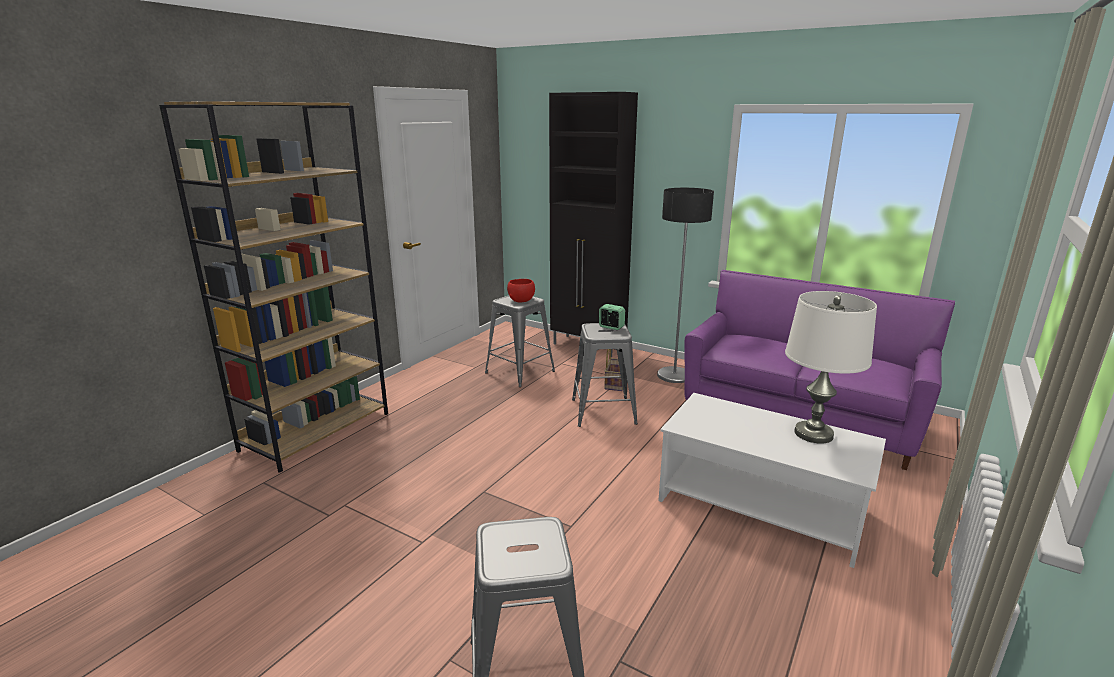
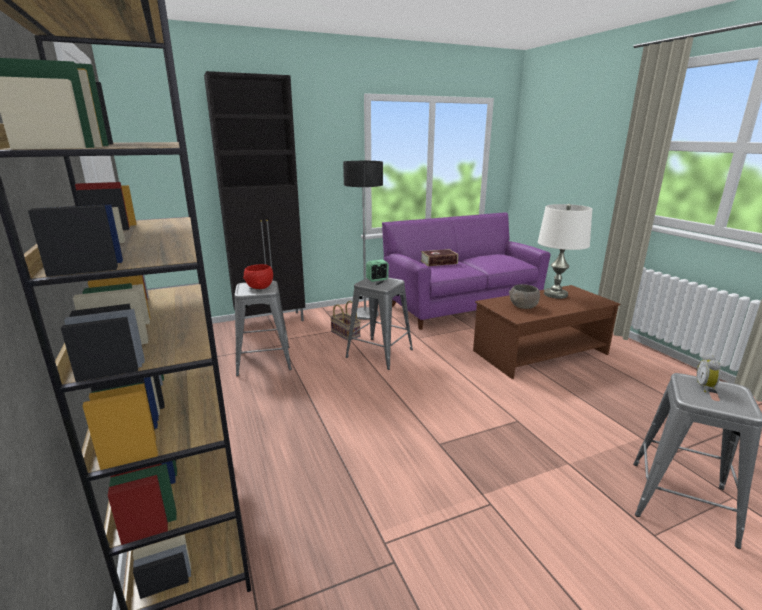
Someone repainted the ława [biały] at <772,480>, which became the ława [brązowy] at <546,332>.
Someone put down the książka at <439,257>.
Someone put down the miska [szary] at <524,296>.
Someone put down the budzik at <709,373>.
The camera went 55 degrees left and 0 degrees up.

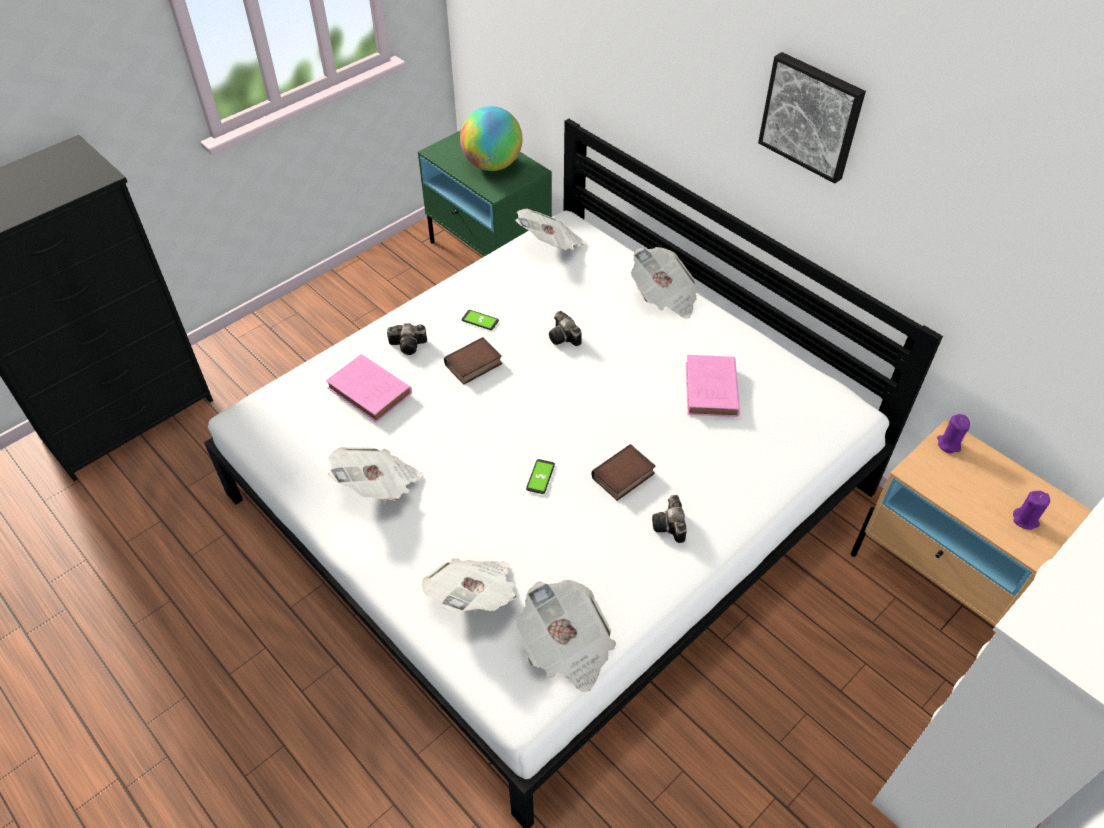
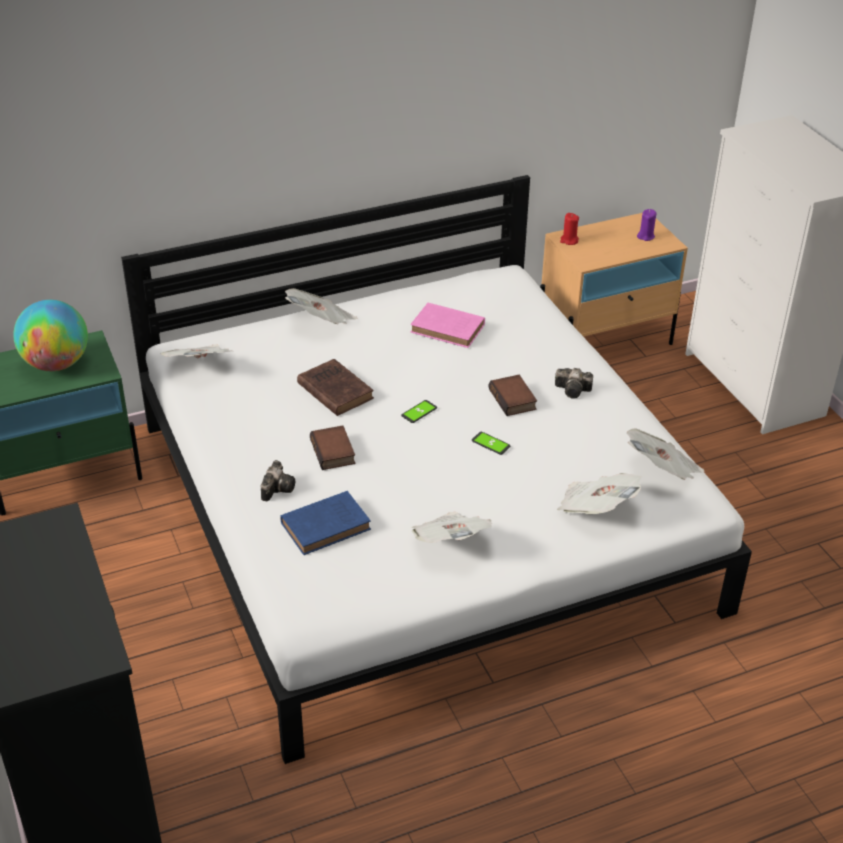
Someone took away the obraz at <812,118>.
Someone carried the telefon from <480,320> to <419,411>.
Someone swapped the aparat fotograficzny at <565,328> for the książka [brązowy] at <335,387>.
Someone repainted the książka [różowy] at <369,388>, which became the książka [niebieski] at <325,523>.
Someone repainted the świeca [fioletowy] at <953,433>, which became the świeca [czerwony] at <569,229>.
The camera went 70 degrees left and 10 degrees down.

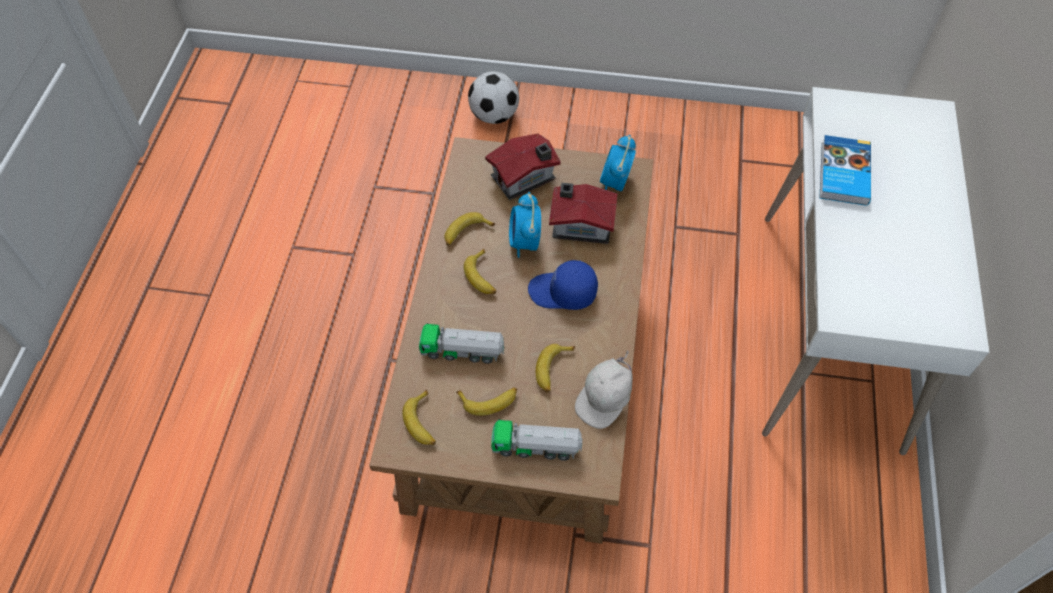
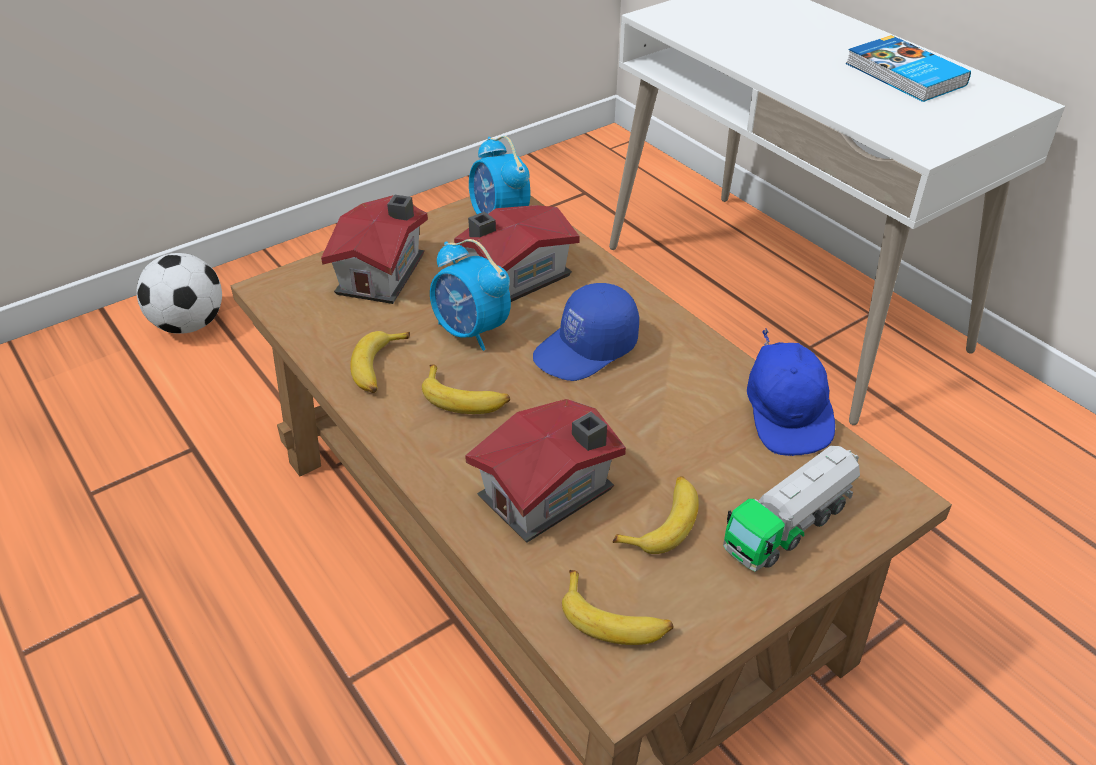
Someone carried the książka from <845,170> to <908,68>.
Someone swapped the ciężarówka zabawkowa at <461,343> for the domek at <545,471>.
Someone took away the banan at <555,368>.
Someone repainted the czapka z daszkiem [biały] at <604,389>, which became the czapka z daszkiem [niebieski] at <791,392>.
The camera went 45 degrees left and 15 degrees down.

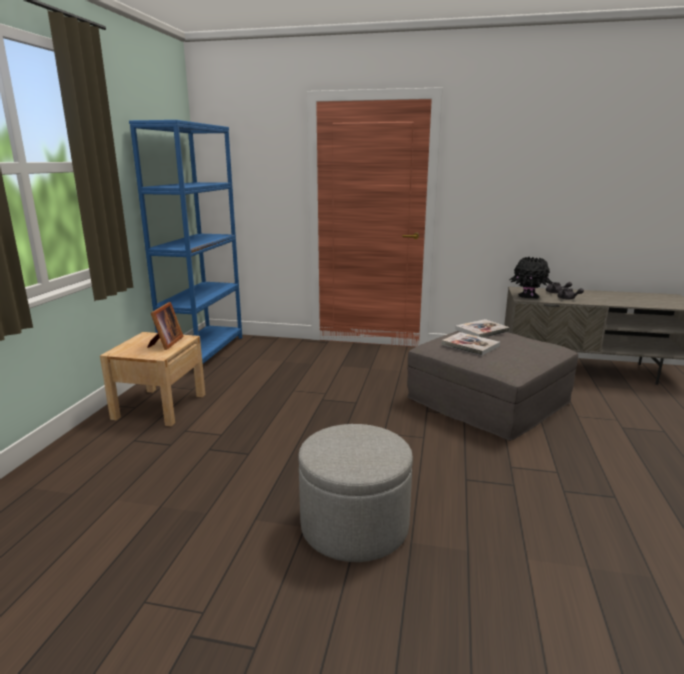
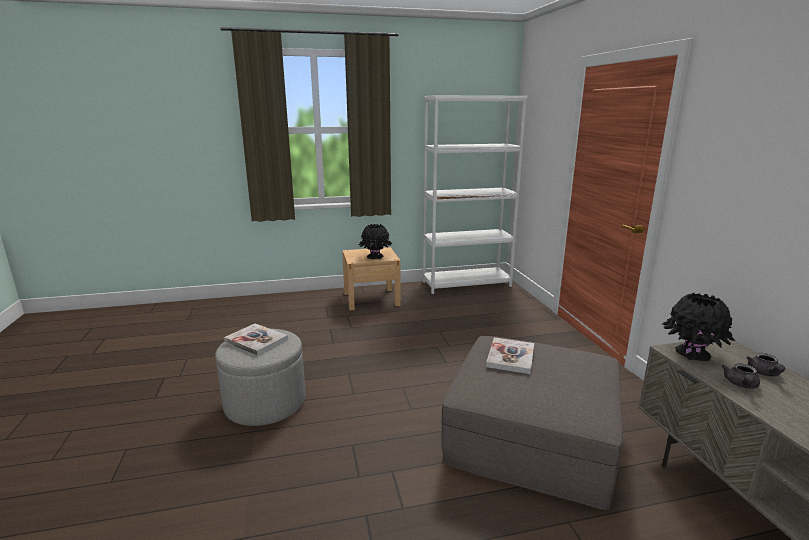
Someone repainted the regał [niebieski] at <185,242>, which became the regał [biały] at <475,194>.
Someone swapped the ramka na zdjęcie at <165,326> for the wazon [czarny] at <375,241>.
Someone carried the książka from <482,328> to <256,339>.
The camera went 65 degrees right and 0 degrees up.

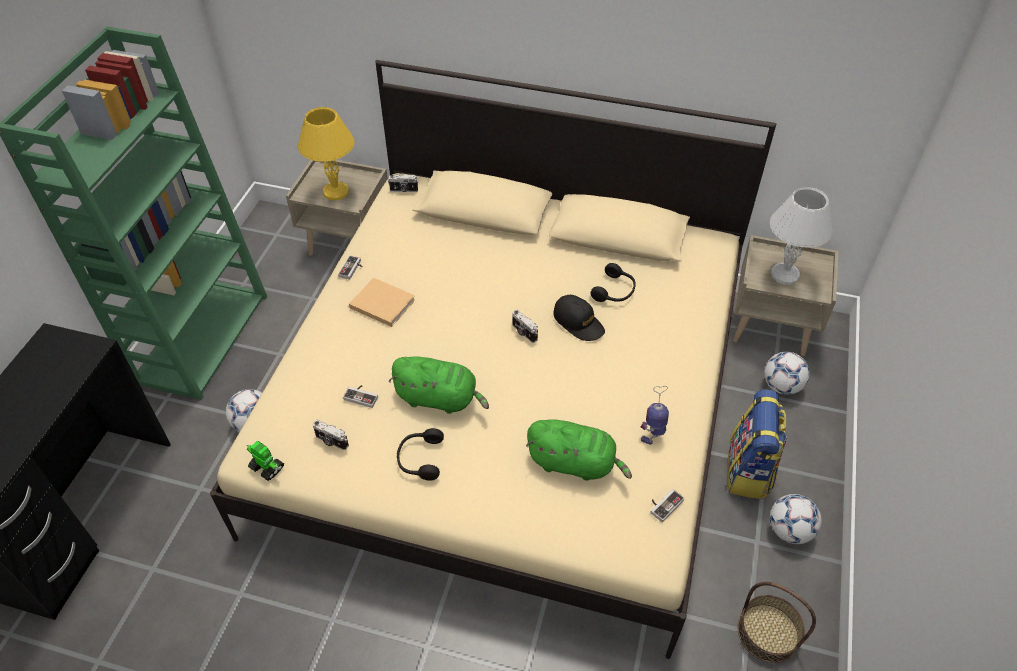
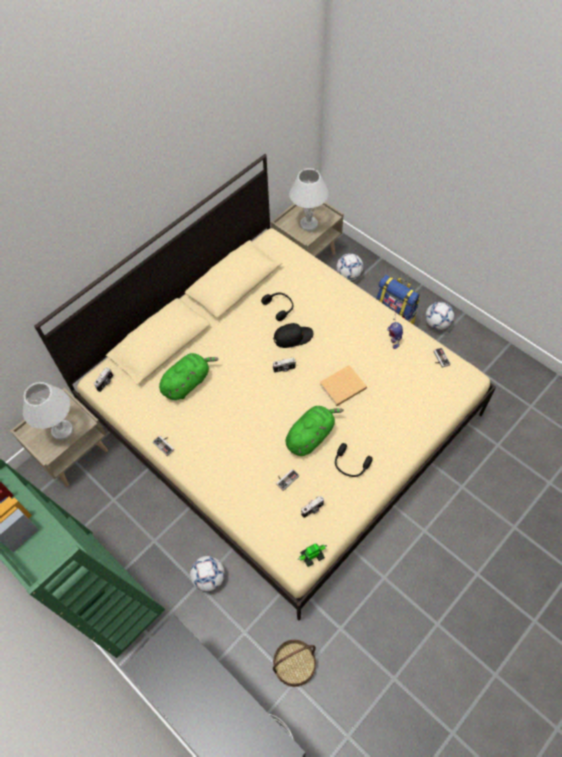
Someone repainted the lampa stołowa [żółty] at <326,153>, which became the lampa stołowa [biały] at <47,411>.
Someone carried the książka [beżowy] from <382,302> to <343,385>.
Someone carried the pluszak [zielony] from <579,450> to <189,376>.
Someone carried the koszyk from <777,622> to <294,663>.
The camera went 60 degrees left and 10 degrees up.

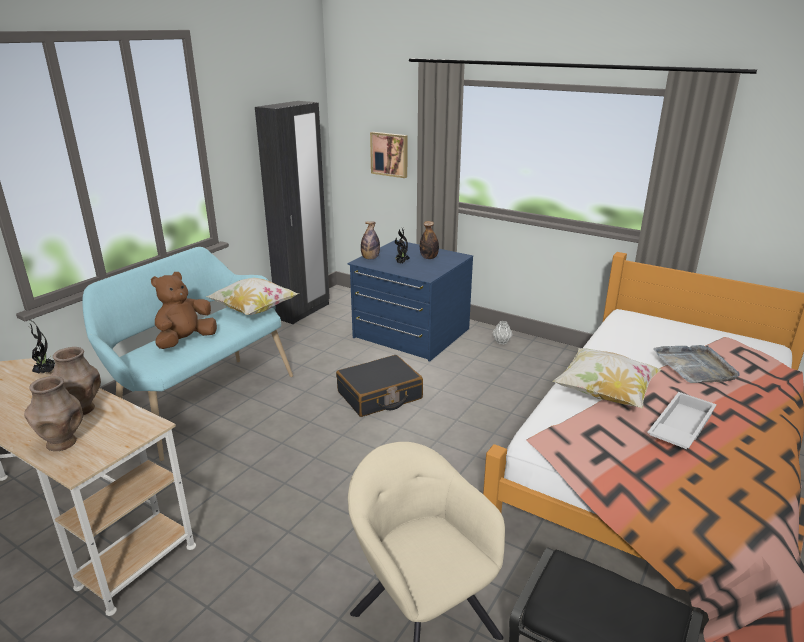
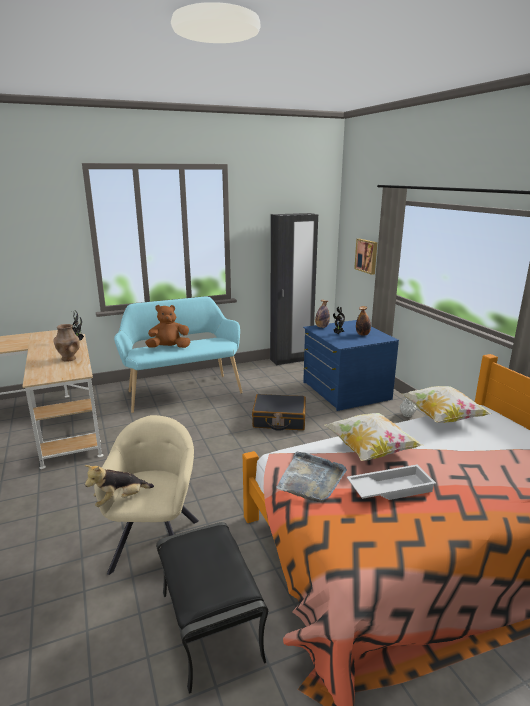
Someone carried the poduszka from <252,296> to <447,404>.
Someone carried the taca [szary] from <696,364> to <311,477>.
Someone took away the wazon [brązowy] at <53,413>.
Someone put down the pluszak at <119,486>.
The camera went 35 degrees right and 5 degrees down.

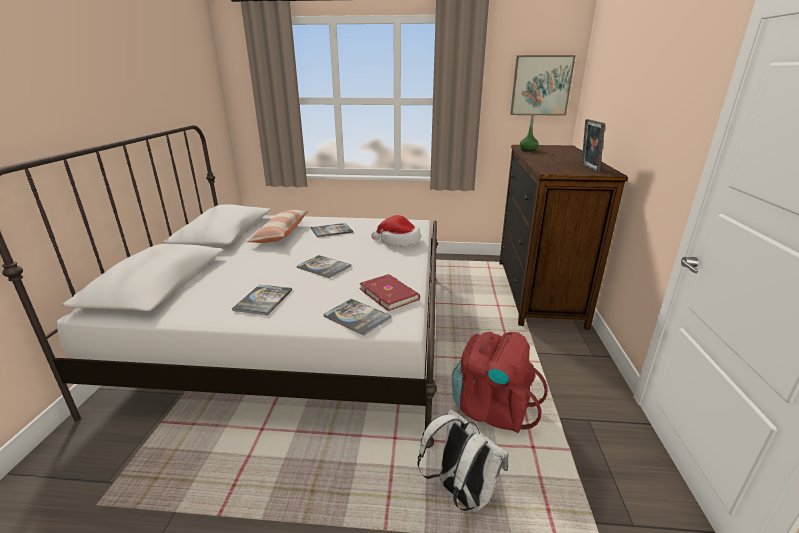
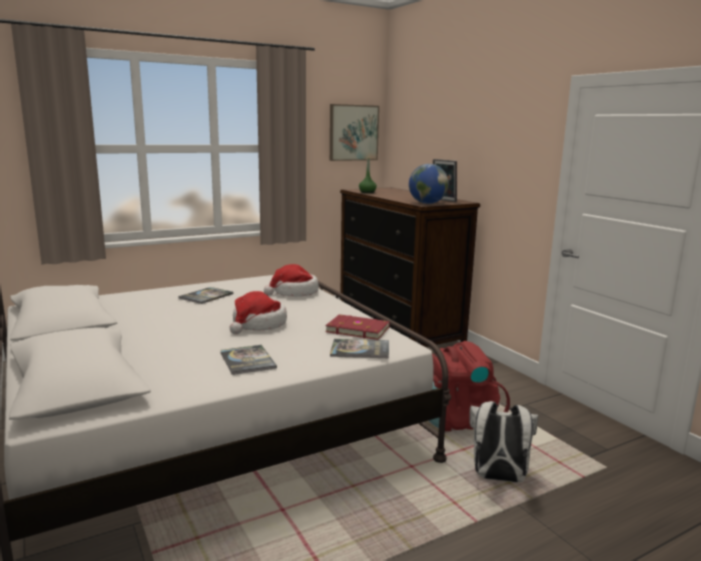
Someone took away the poduszka at <277,226>.
Someone swapped the książka at <324,266> for the kapelusz at <258,312>.
Someone put down the globus at <429,184>.
The camera went 35 degrees left and 10 degrees down.

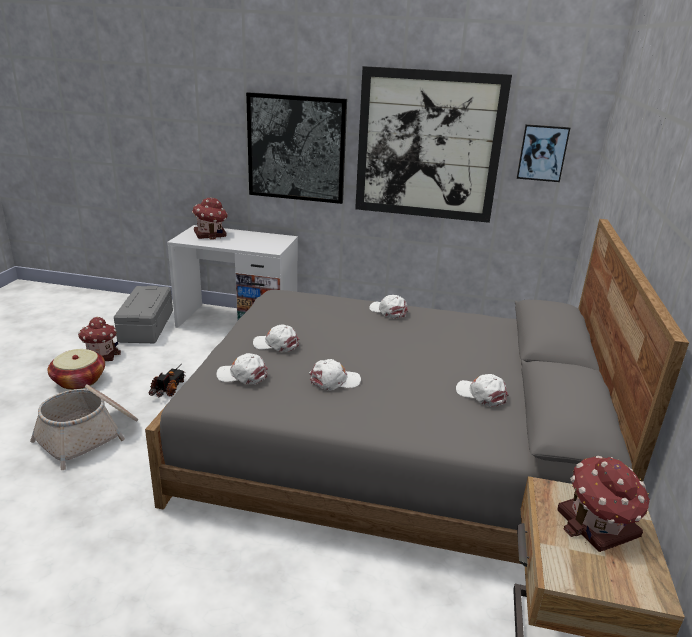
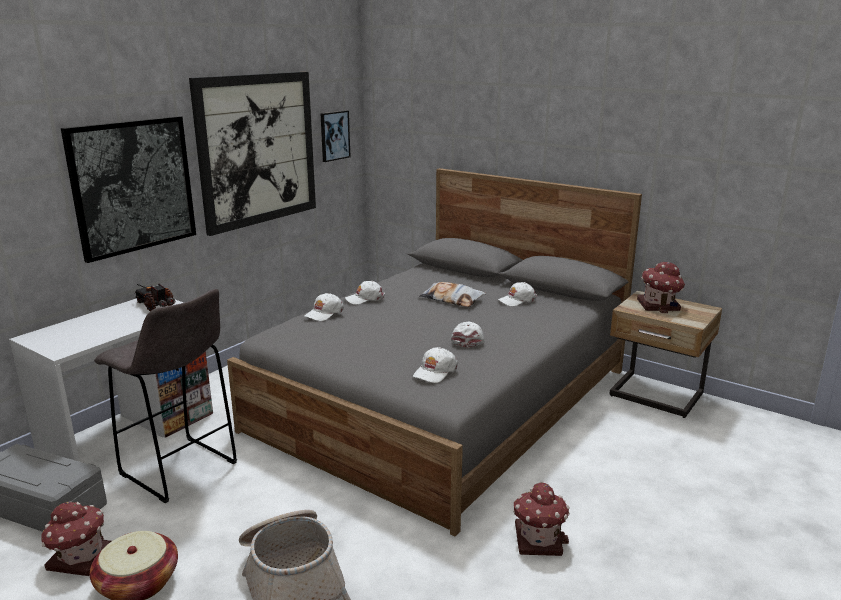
Someone carried the domek from <210,219> to <541,519>.
Someone carried the czapka z daszkiem [biały] from <276,338> to <324,307>.
Someone carried the ciężarówka zabawkowa from <167,380> to <154,297>.
Someone put down the poduszka at <452,294>.
Someone put down the stołek [szary] at <165,396>.
The camera went 65 degrees left and 5 degrees down.

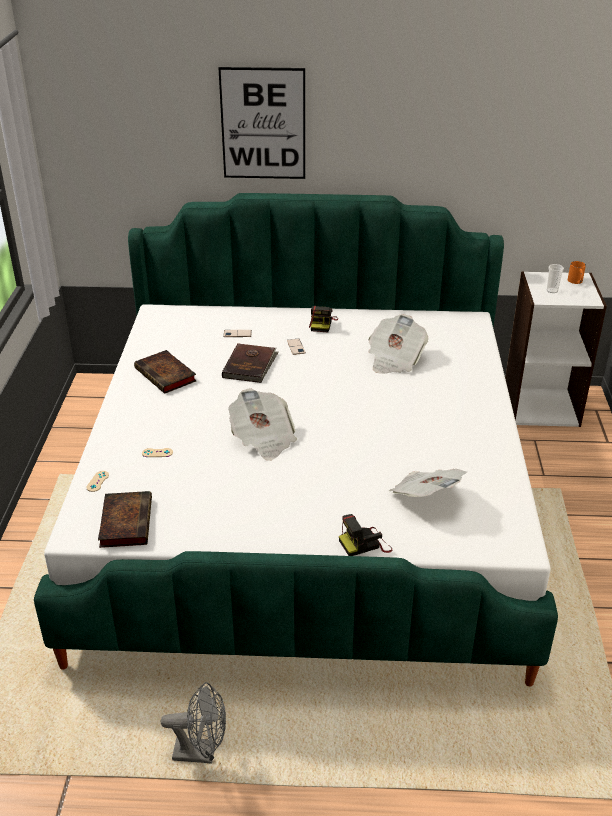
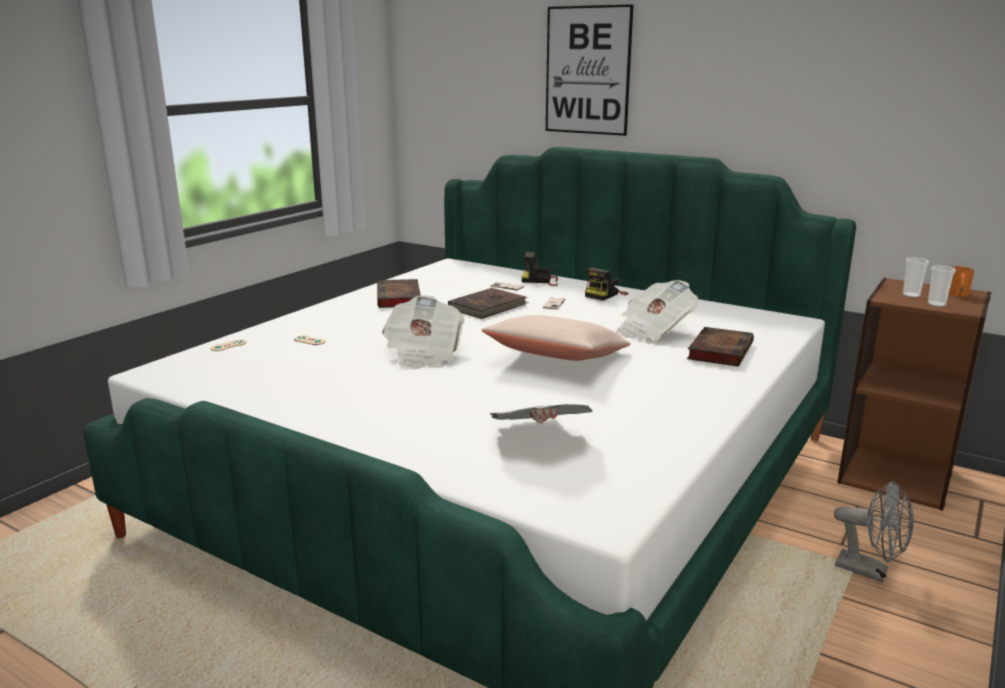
Someone repainted the regał [biały] at <556,349>, which became the regał [brązowy] at <914,394>.
Someone carried the książka from <125,519> to <720,347>.
Someone carried the aparat fotograficzny from <366,535> to <540,269>.
Someone carried the wentylator [szary] from <193,723> to <874,531>.
Someone put down the filiżanka at <942,286>.
Someone put down the poduszka [beżowy] at <556,338>.
The camera went 30 degrees right and 15 degrees down.

